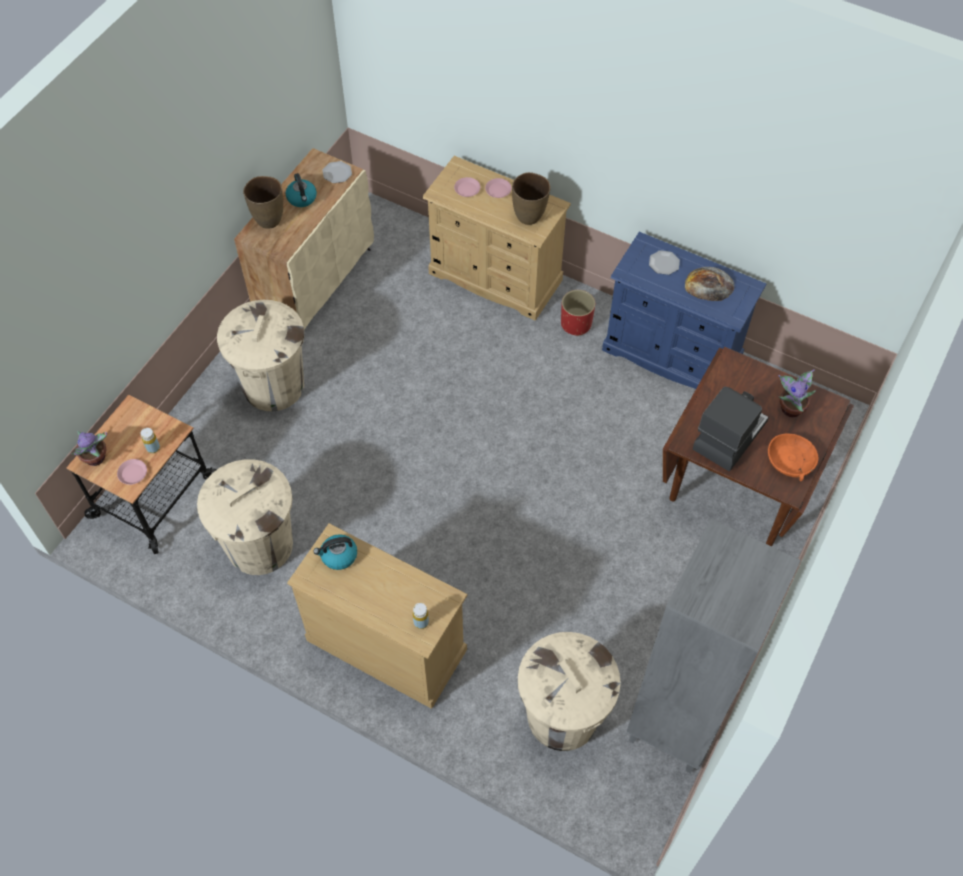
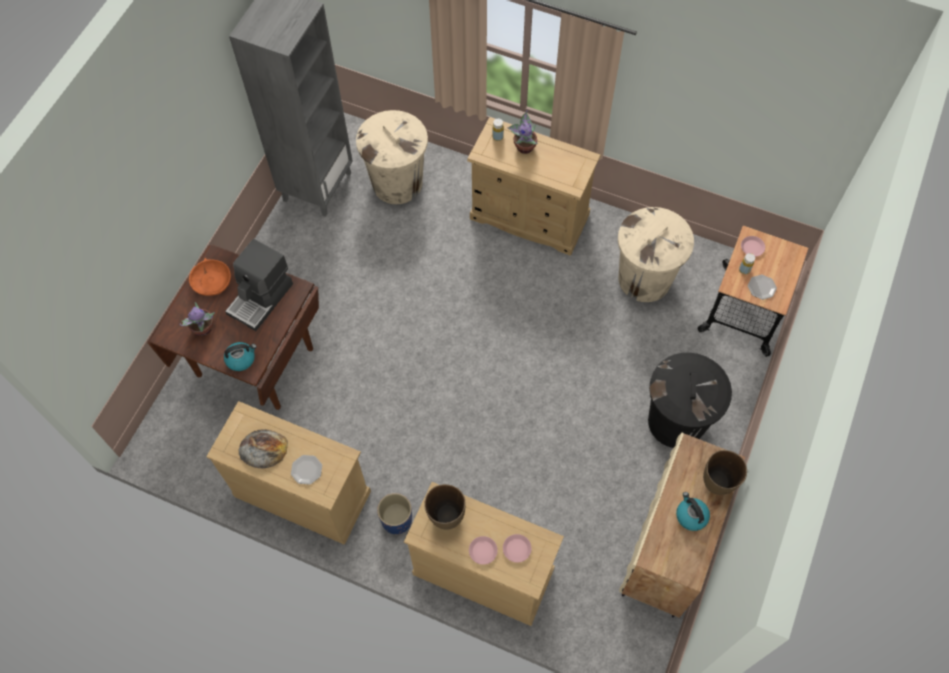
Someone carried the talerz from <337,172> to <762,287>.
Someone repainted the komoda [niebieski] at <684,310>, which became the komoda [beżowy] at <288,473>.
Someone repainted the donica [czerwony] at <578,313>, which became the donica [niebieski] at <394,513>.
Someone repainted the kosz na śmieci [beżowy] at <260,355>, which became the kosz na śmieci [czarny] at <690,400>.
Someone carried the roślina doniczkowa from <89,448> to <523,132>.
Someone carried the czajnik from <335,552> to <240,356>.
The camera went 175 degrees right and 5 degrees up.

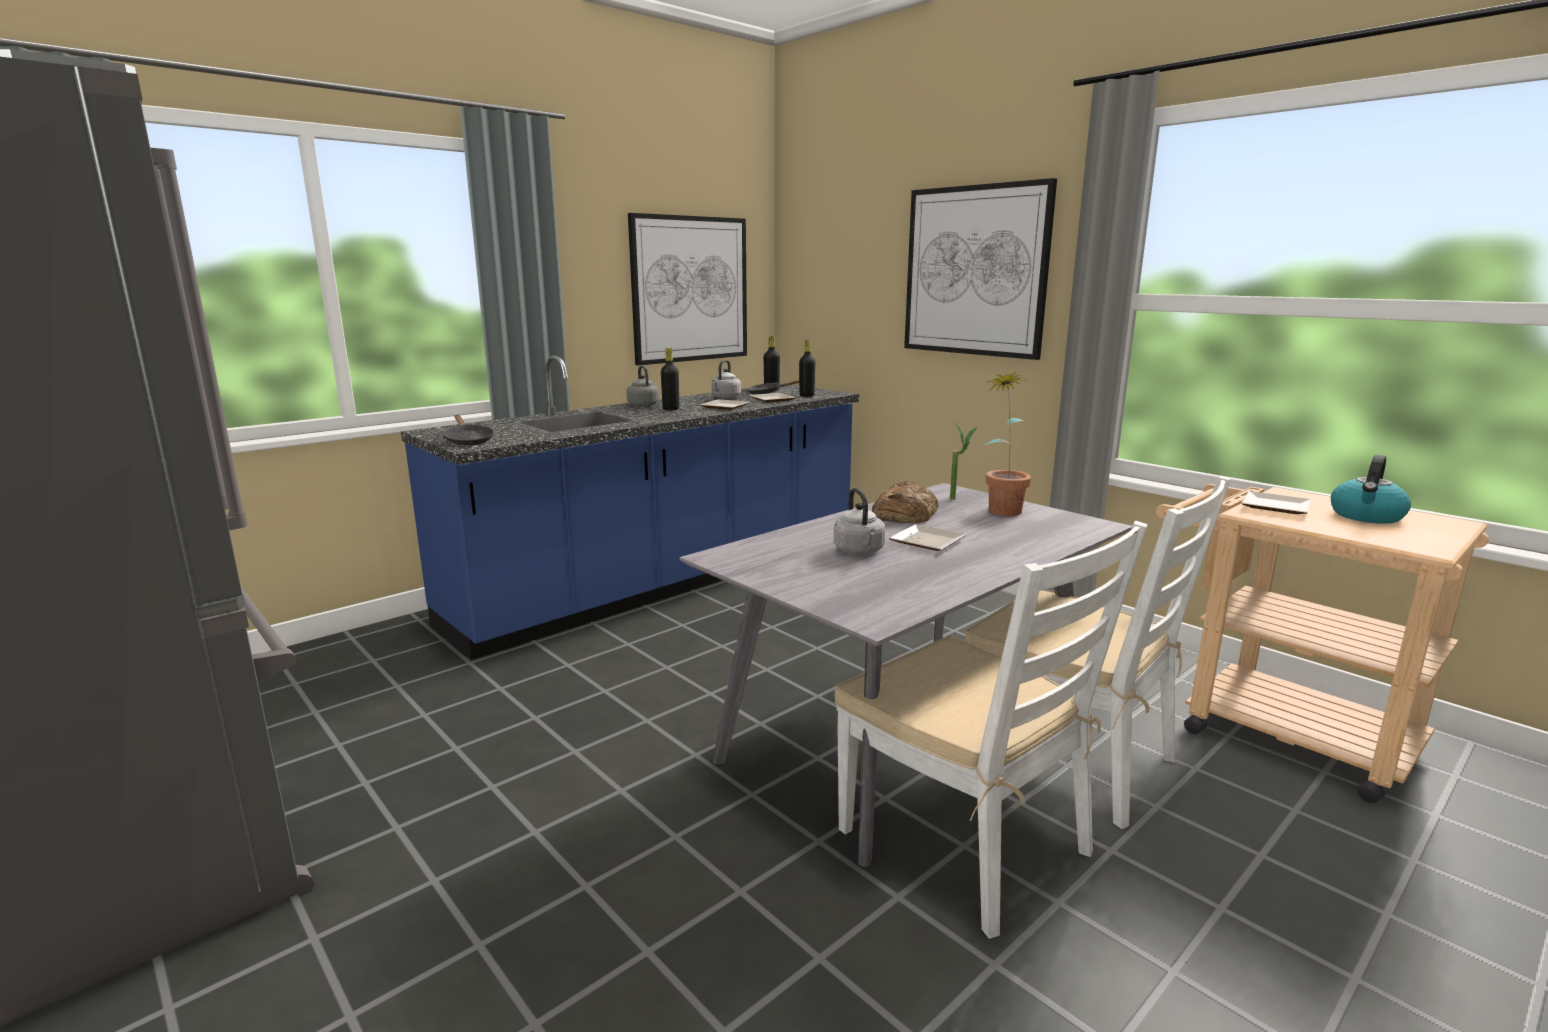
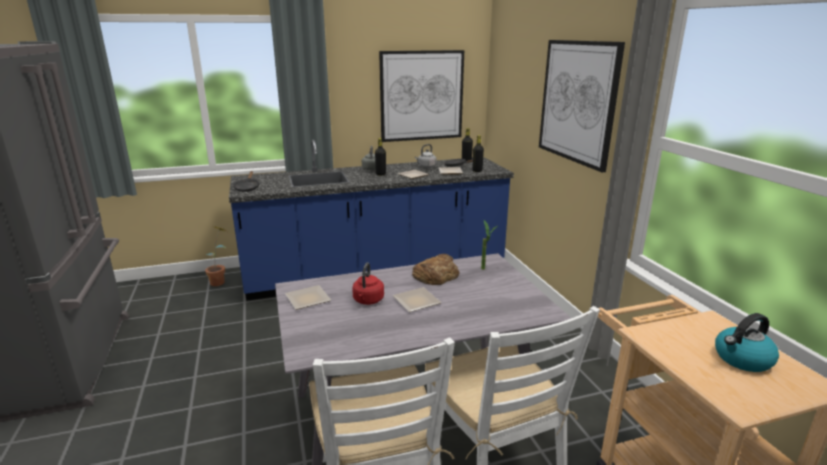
Someone carried the roślina doniczkowa from <1007,444> to <216,256>.
Someone repainted the czajnik [szary] at <859,521>, which became the czajnik [czerwony] at <368,284>.
Someone carried the talerz from <1276,502> to <308,297>.
The camera went 25 degrees right and 5 degrees up.

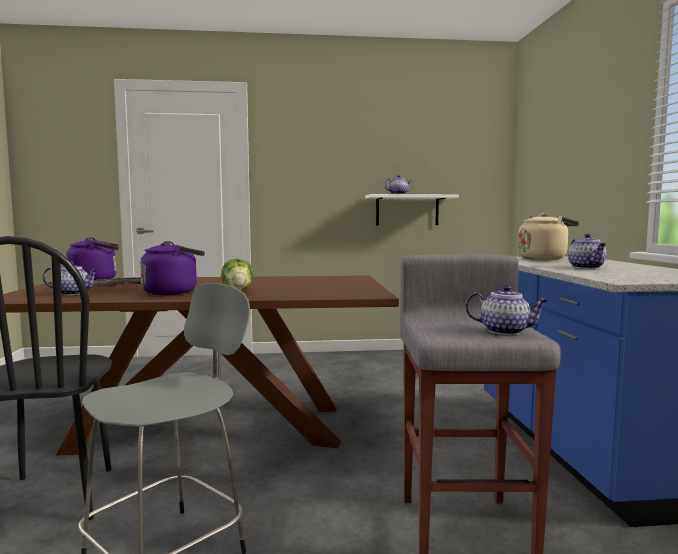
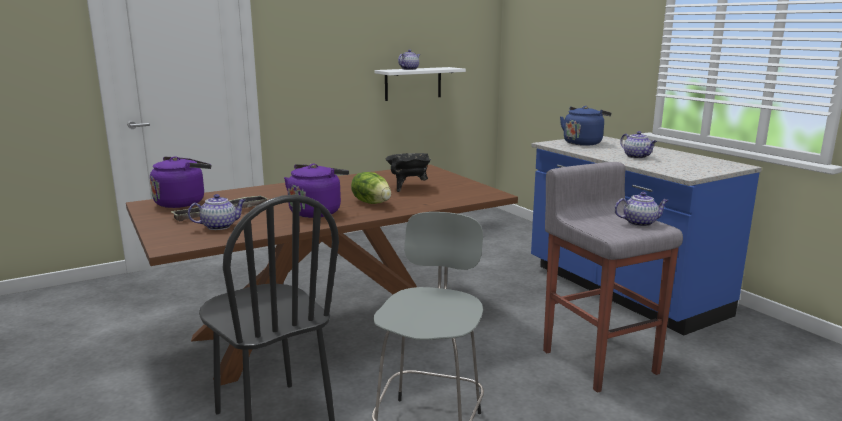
Someone repainted the czajnik [beżowy] at <548,236>, which became the czajnik [niebieski] at <585,126>.
Someone put down the garnek [czarny] at <408,172>.
The camera went 25 degrees left and 10 degrees up.

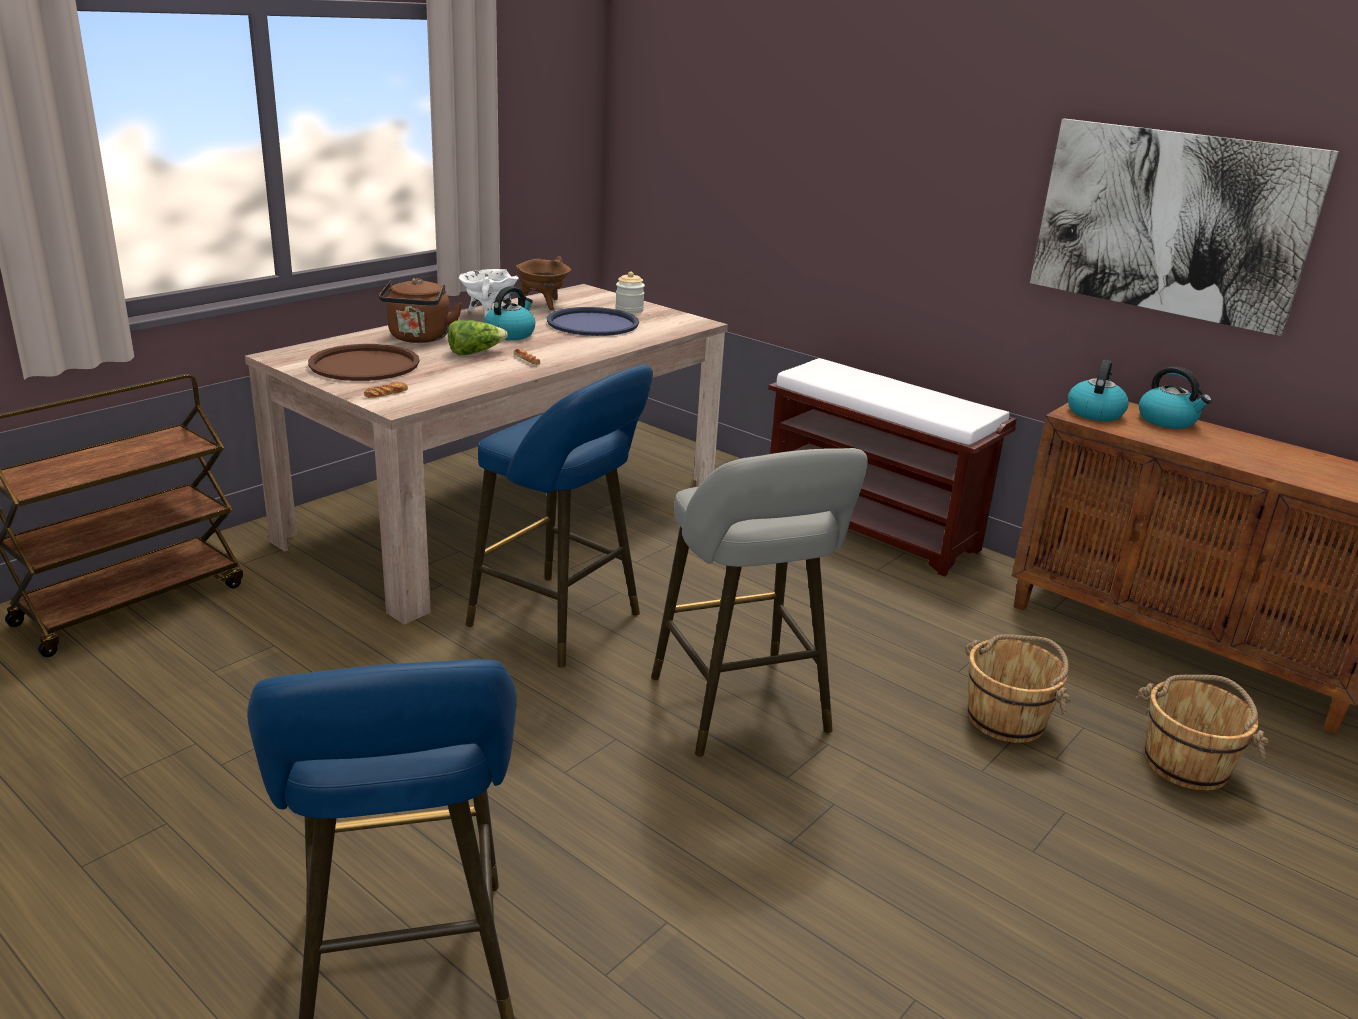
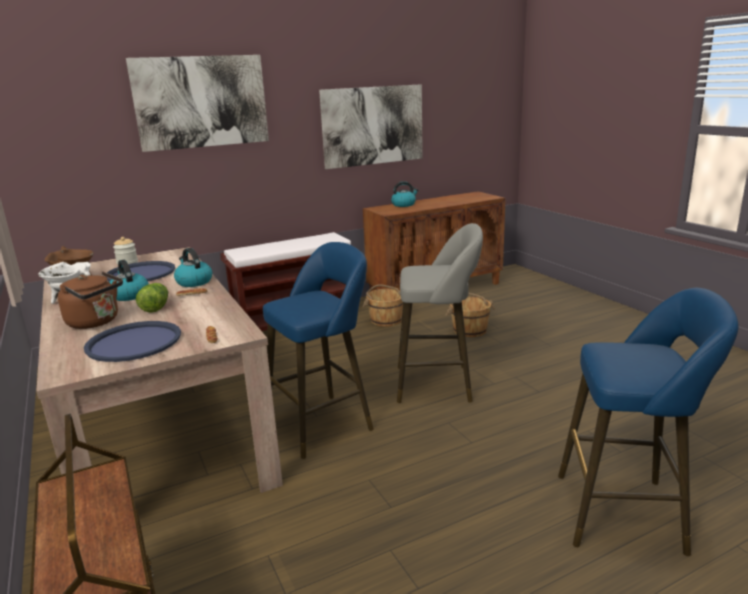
Someone repainted the taca [brązowy] at <364,362>, which became the taca [niebieski] at <132,341>.
Someone carried the czajnik from <1098,390> to <193,267>.
Someone carried the wiadro [brązowy] from <1202,733> to <383,305>.
Someone put up the obraz at <197,103>.
The camera went 65 degrees left and 5 degrees down.

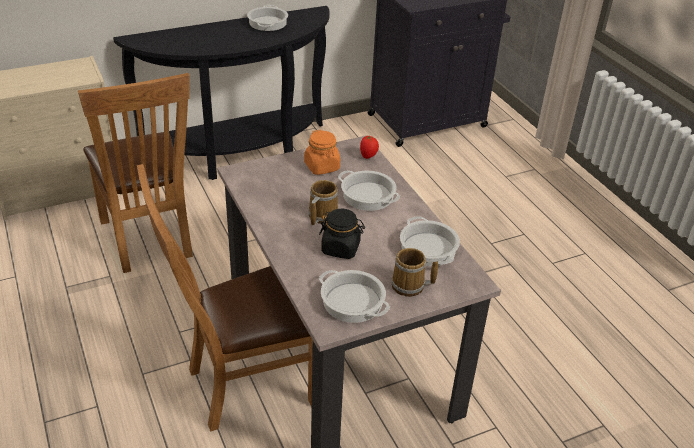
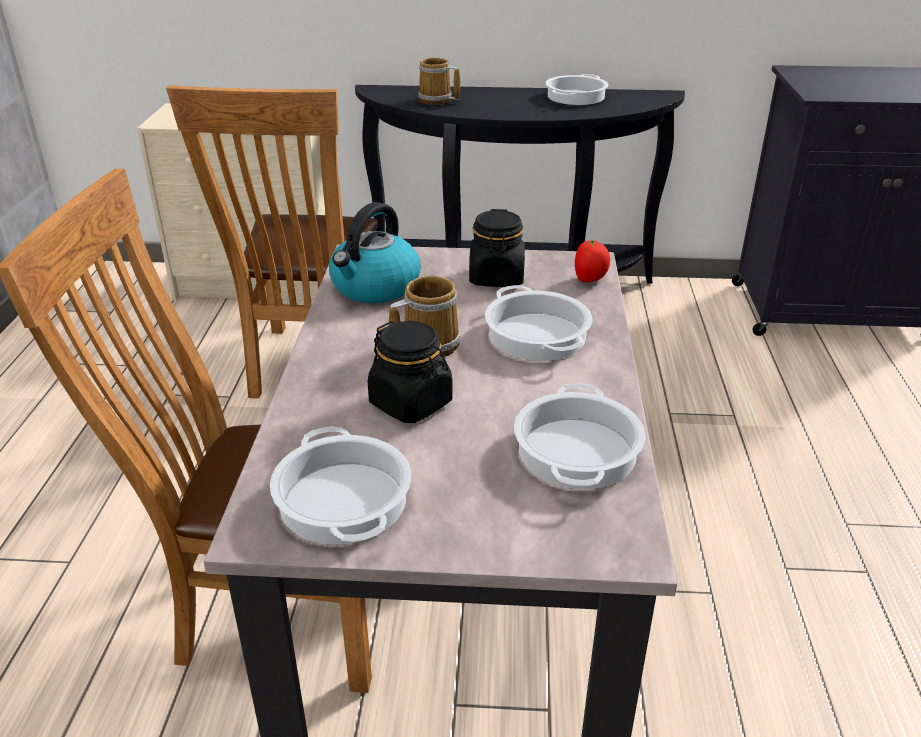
Someone repainted the słoik [pomarańczowy] at <322,152>, which became the słoik [czarny] at <497,248>.
Someone carried the kubek from <415,272> to <439,81>.
Someone put down the czajnik at <375,252>.
The camera went 30 degrees right and 5 degrees down.

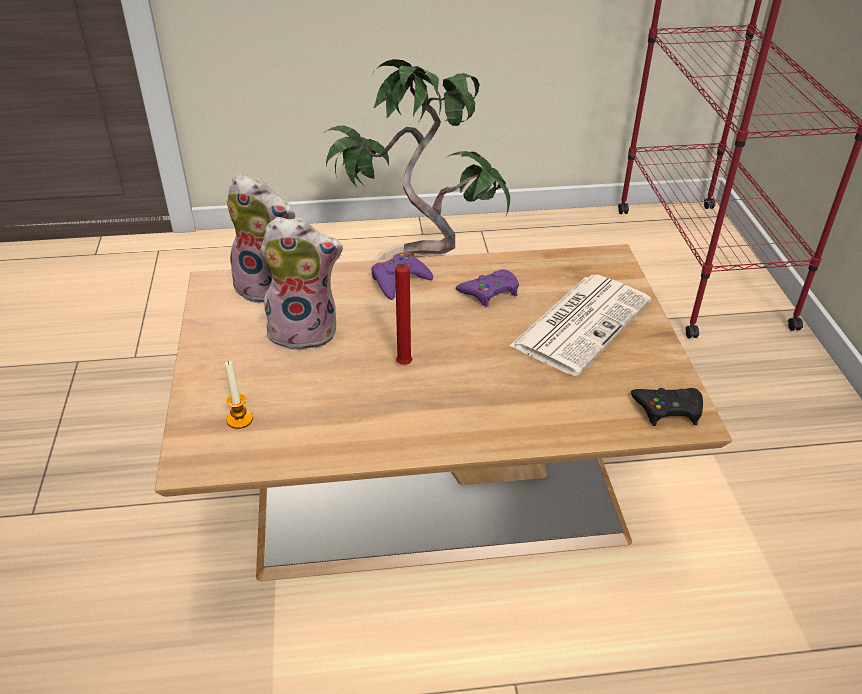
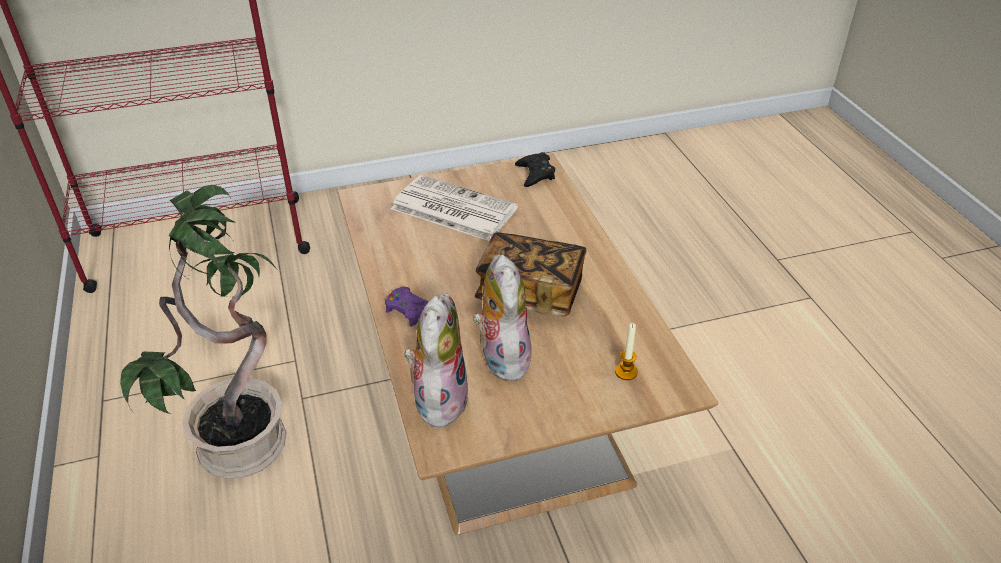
Someone swapped the świeca [czerwony] at <403,314> for the książka at <530,274>.
Someone took away the pad do gier [fioletowy] at <487,288>.
The camera went 100 degrees left and 0 degrees up.

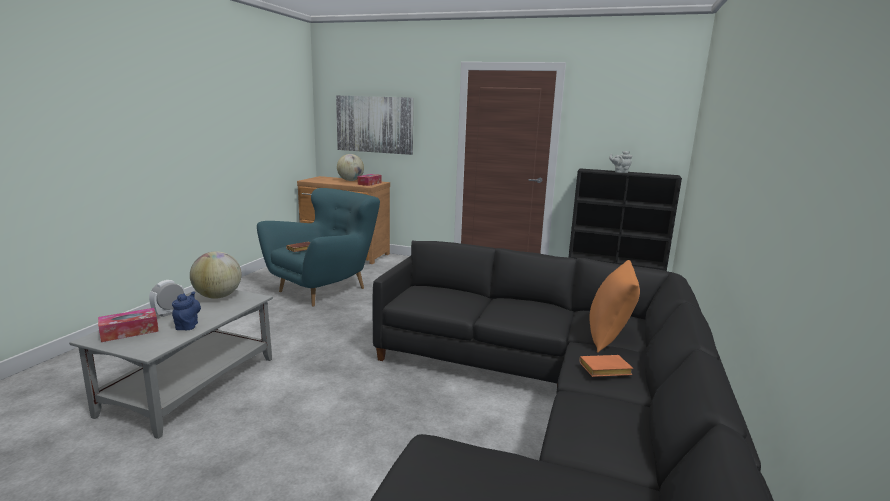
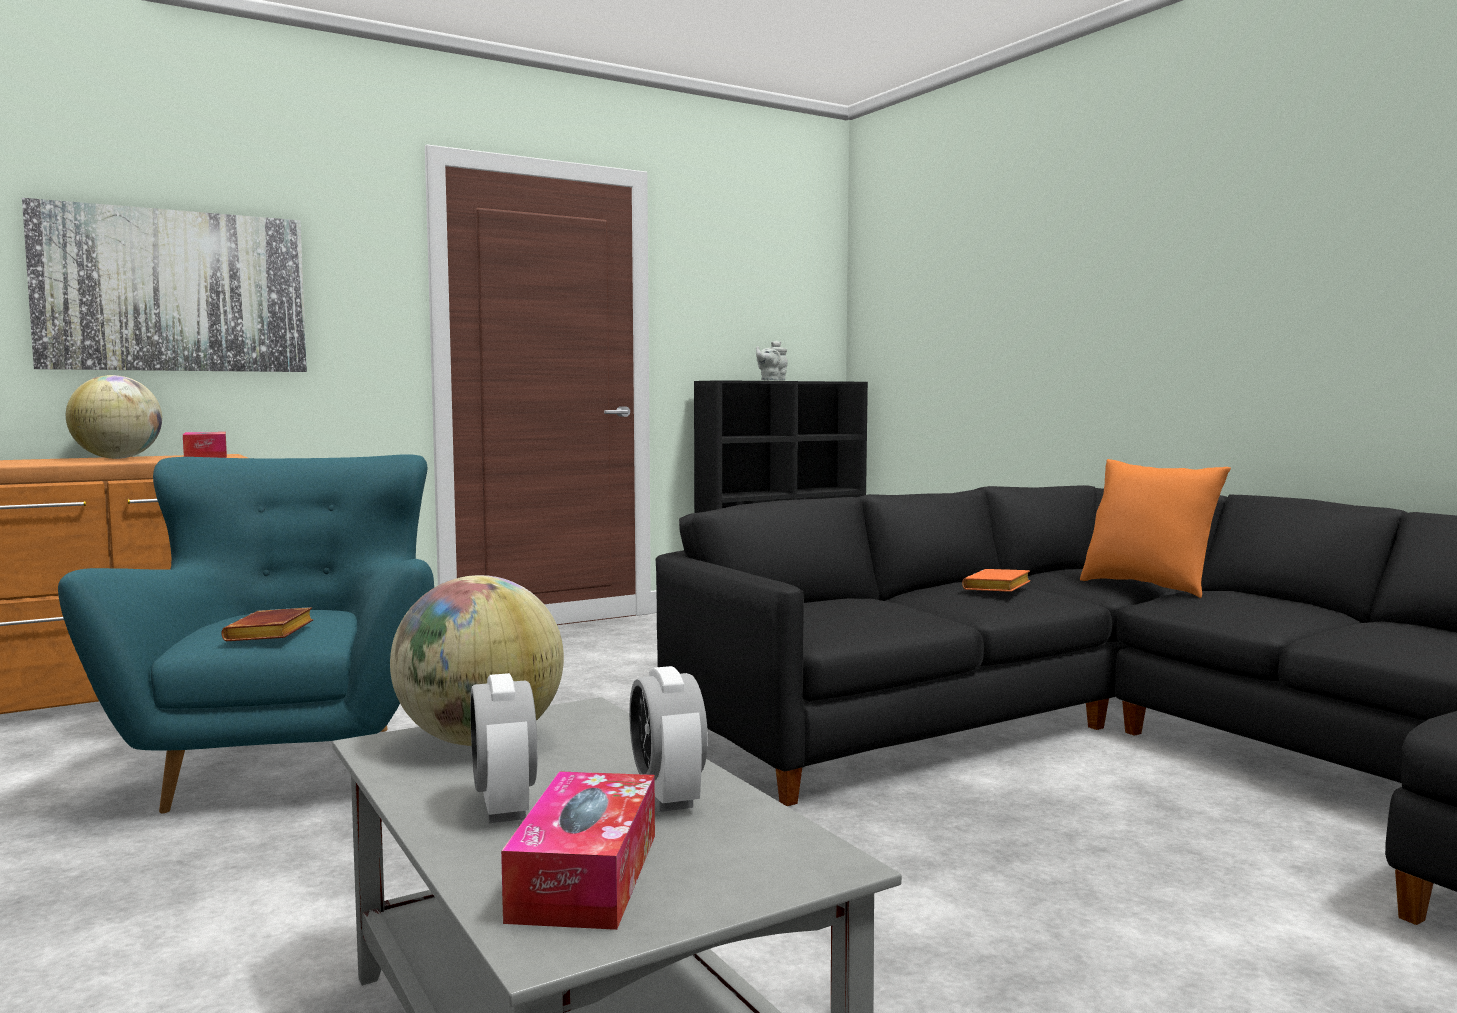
Someone swapped the imbryk [niebieski] at <186,310> for the budzik at <668,739>.
Someone carried the książka [pomarańczowy] from <606,366> to <996,580>.
The camera went 50 degrees left and 10 degrees down.

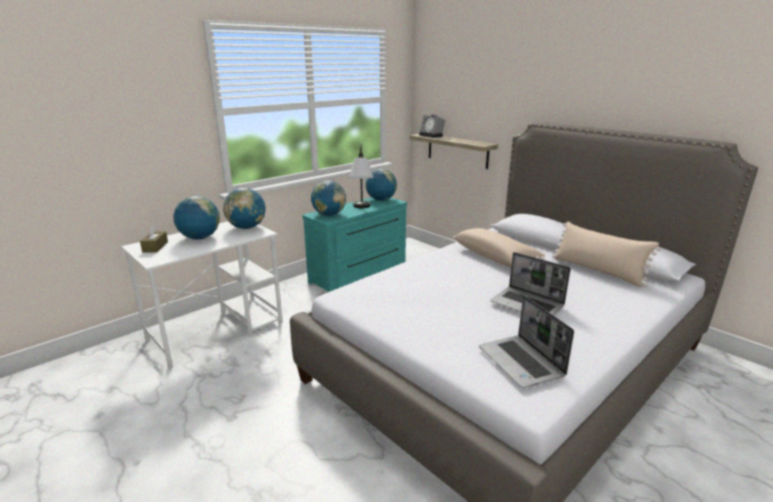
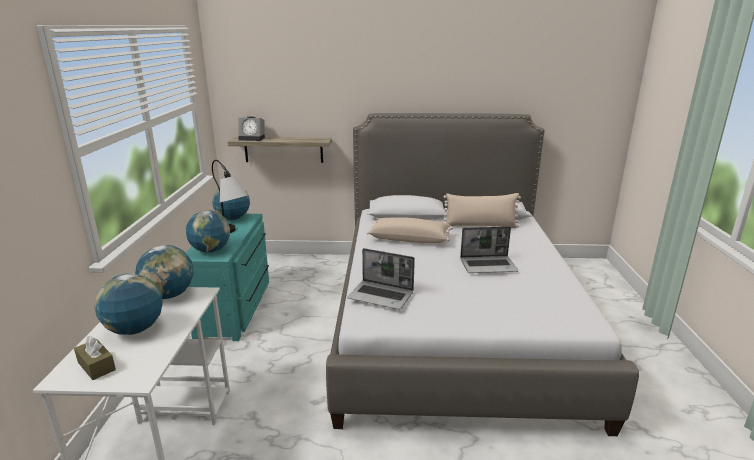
Someone carried the laptop from <526,342> to <381,279>.
The camera went 45 degrees left and 0 degrees up.

